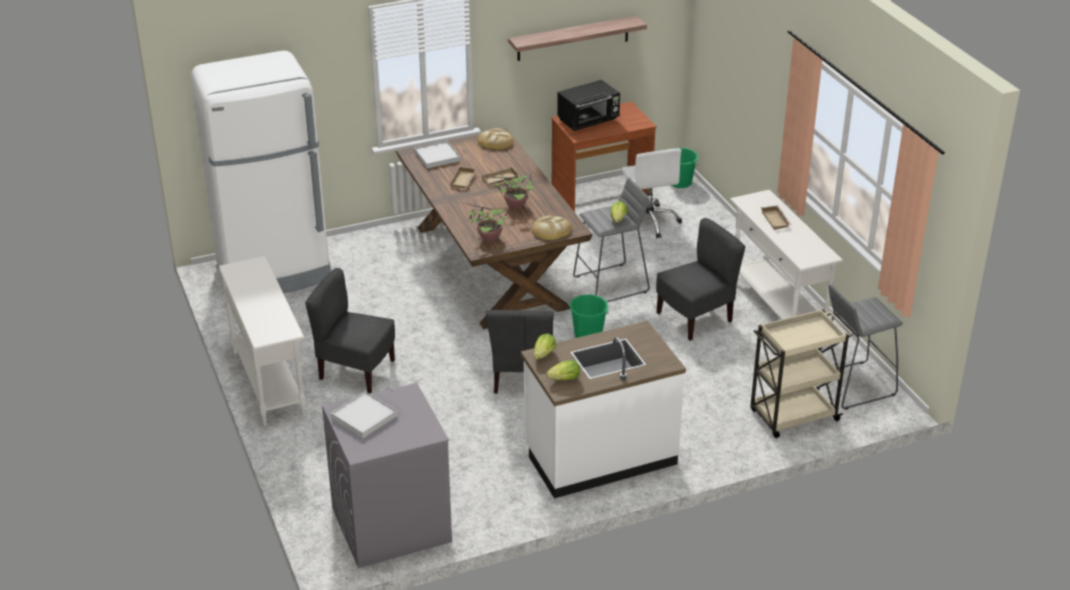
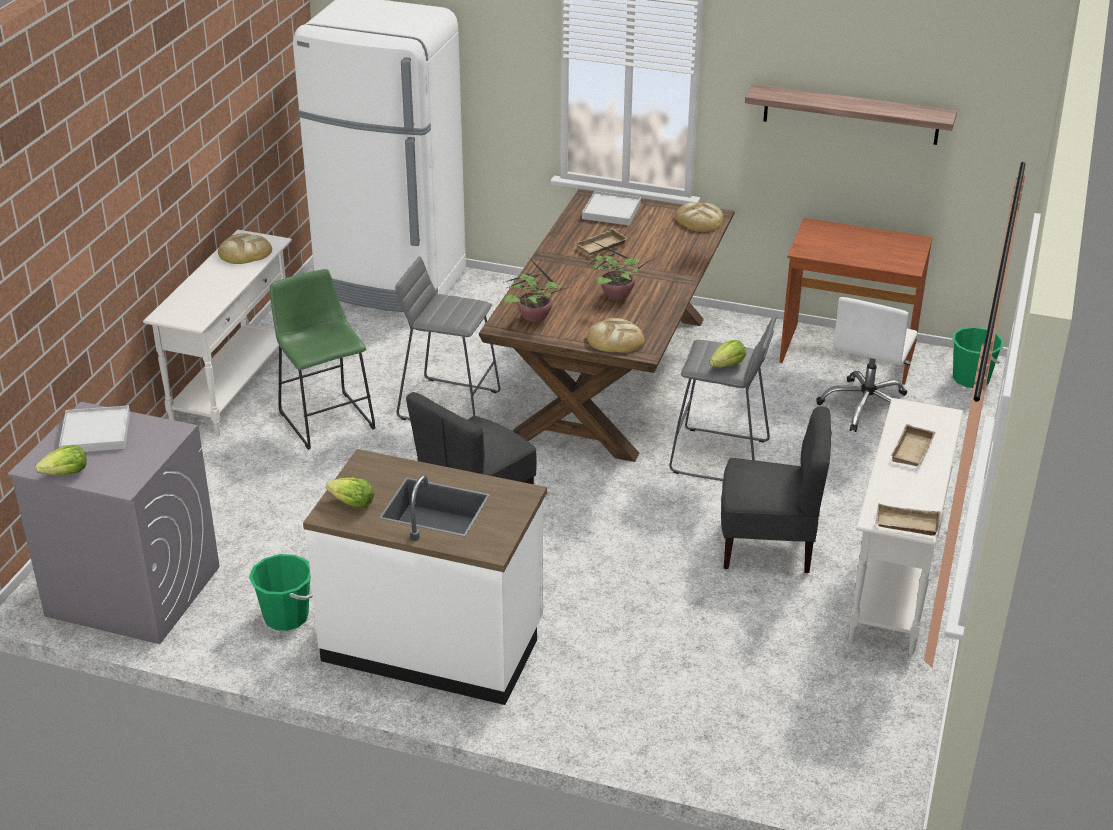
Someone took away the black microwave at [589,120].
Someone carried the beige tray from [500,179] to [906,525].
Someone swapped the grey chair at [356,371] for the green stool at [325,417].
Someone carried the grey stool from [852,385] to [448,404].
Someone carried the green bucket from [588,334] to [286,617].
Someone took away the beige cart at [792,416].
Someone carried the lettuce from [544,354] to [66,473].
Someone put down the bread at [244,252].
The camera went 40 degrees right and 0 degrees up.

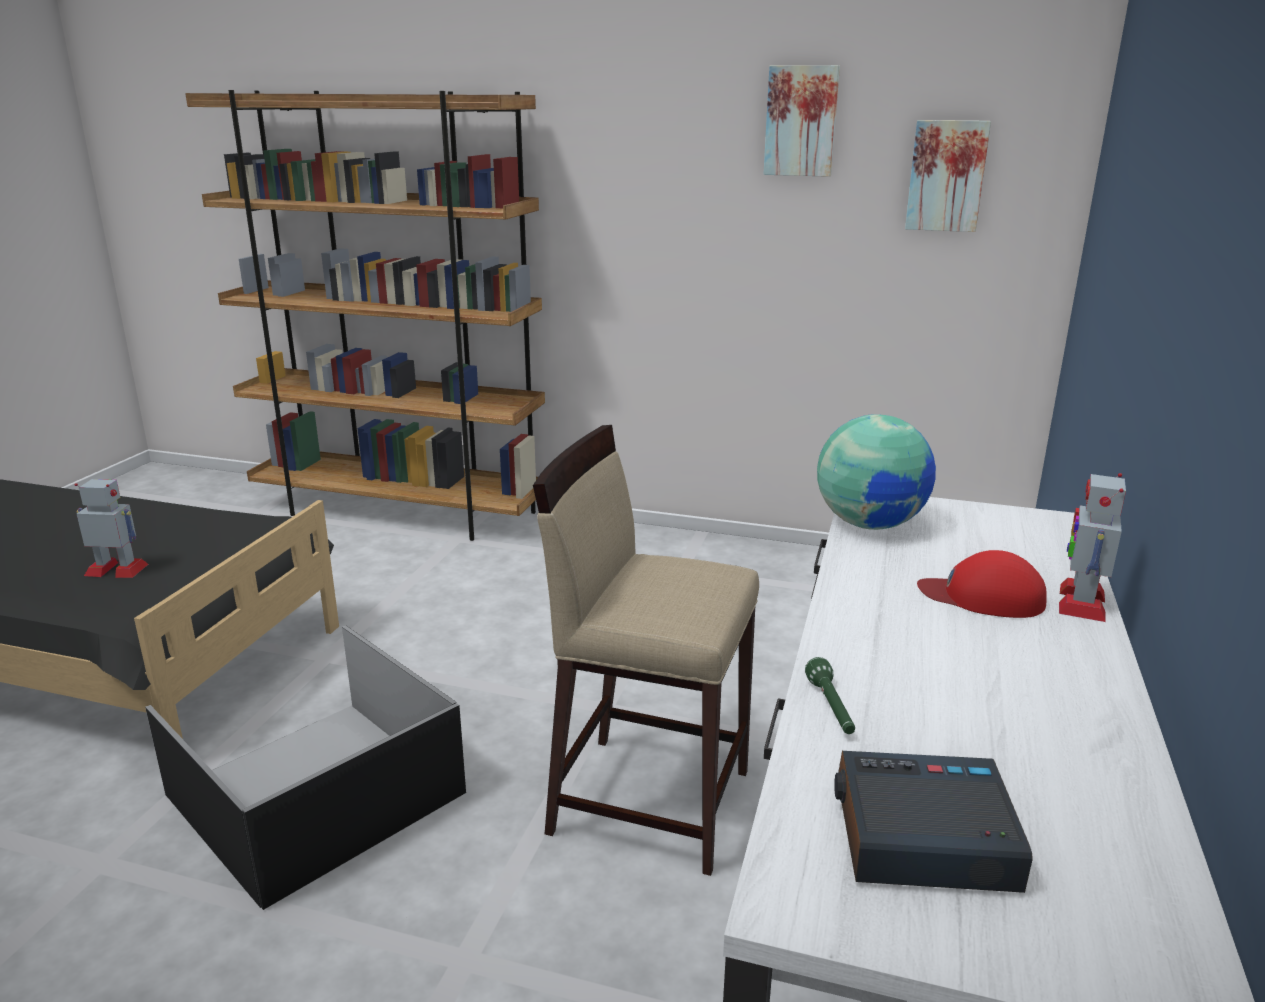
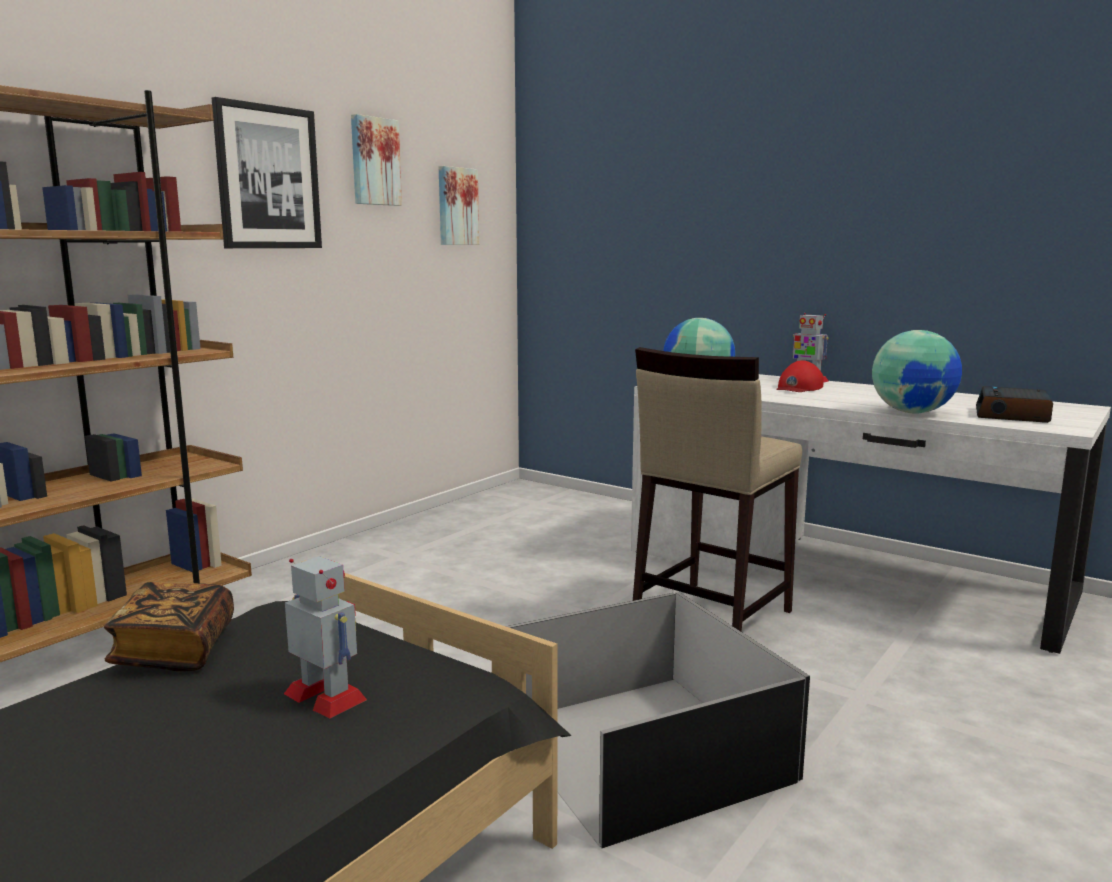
Someone rotated the toy robot at [117,570] by 105 degrees clockwise.
Someone swapped the green flashlight at [831,708] for the globe at [912,412].
Someone put up the picture at [268,177].
Someone put down the book at [175,650].
The camera went 70 degrees left and 10 degrees down.

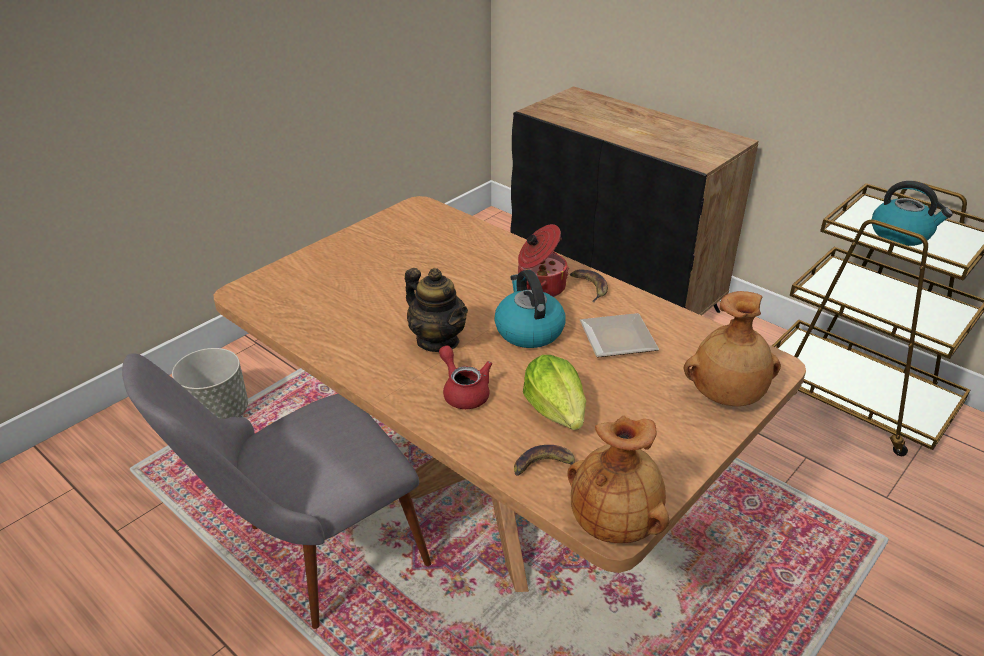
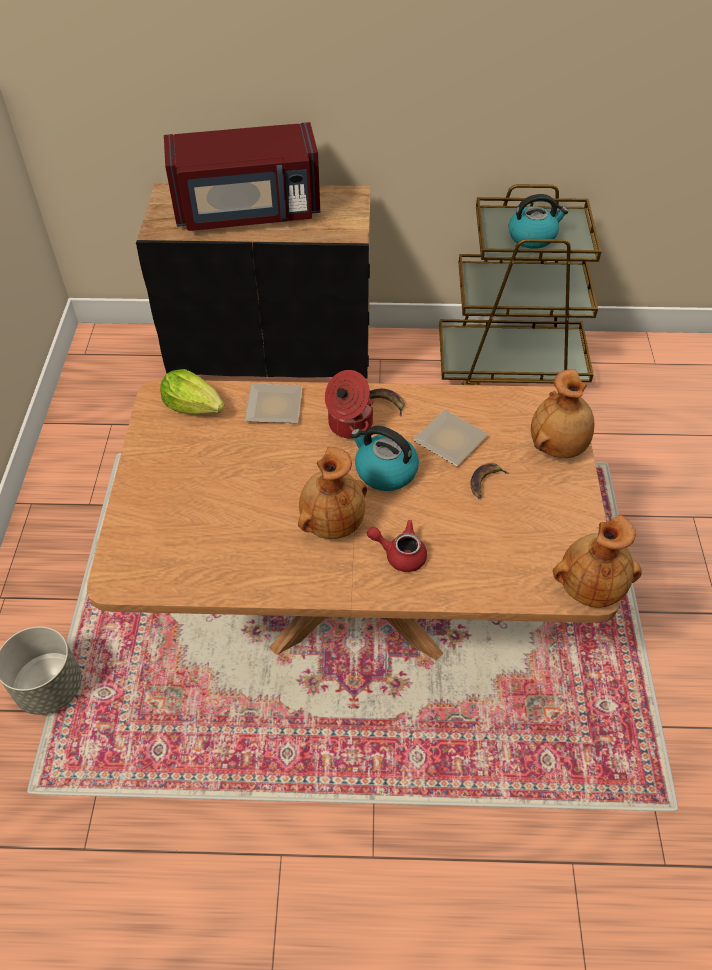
Someone swapped the teapot at [438,340] for the brown vase at [332,522].
Someone took away the grey chair at [310,561].
Someone carried the lettuce from [556,411] to [194,406].
Someone carried the banana from [544,466] to [485,482].
Someone put down the red microwave at [248,212].
Someone put down the plate at [276,405].
The camera went 40 degrees left and 15 degrees up.

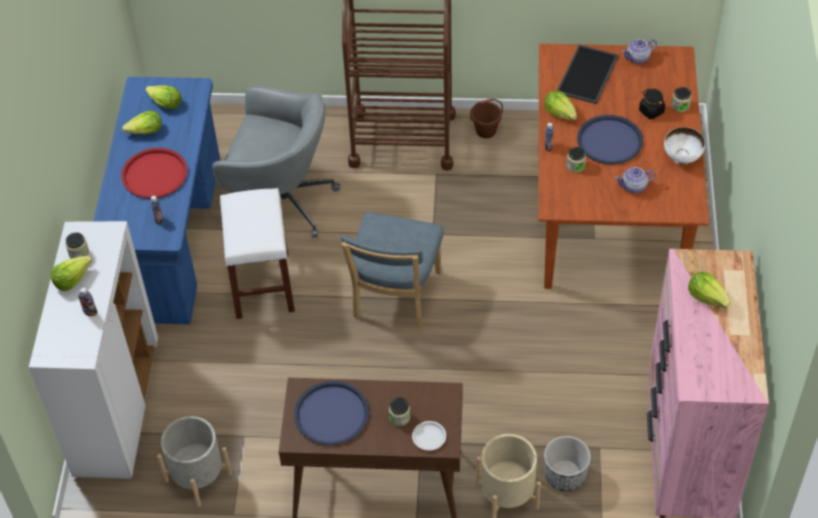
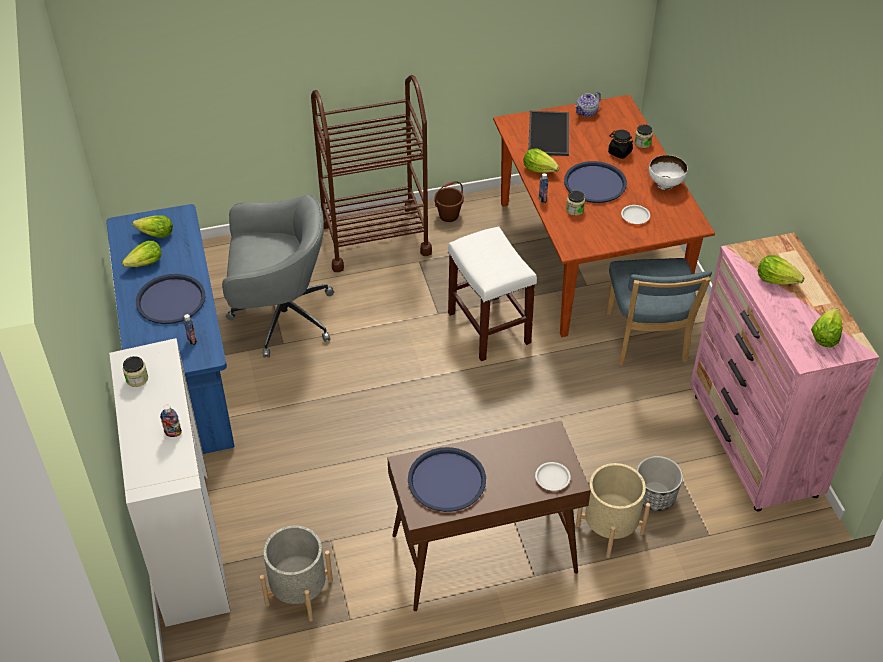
Someone repainted the red tray at [155,174], which became the blue tray at [171,300].
Someone swapped the teapot at [634,186] for the white plate at [635,216].
Someone carried the white stool from [262,284] to [488,327].
Someone carried the blue chair from [395,298] to [647,341].
Someone carried the lettuce from [72,279] to [825,335].
Someone took away the jar at [399,417].
The camera went 20 degrees left and 5 degrees down.

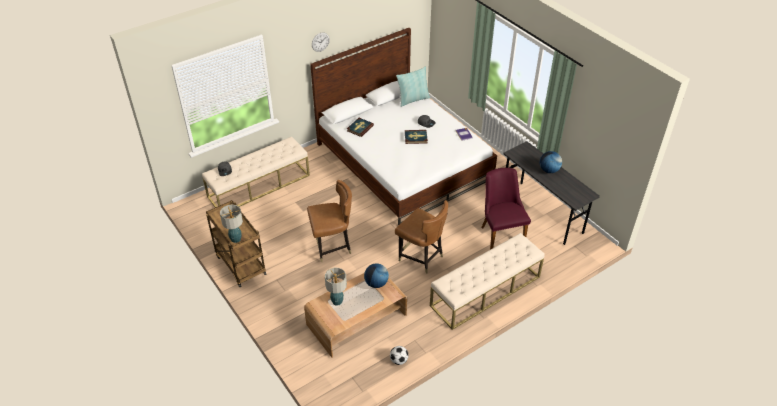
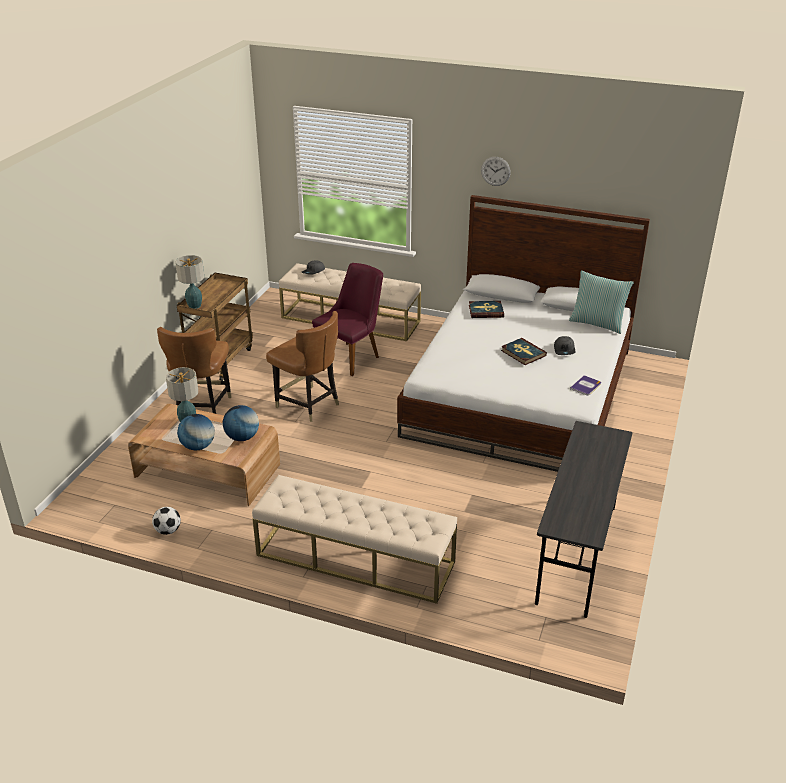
Someone carried the globe from [549,170] to [198,446].
Someone carried the purple chair from [500,232] to [352,356].
Someone carried the brown chair from [421,257] to [201,408].
The camera went 55 degrees right and 10 degrees down.

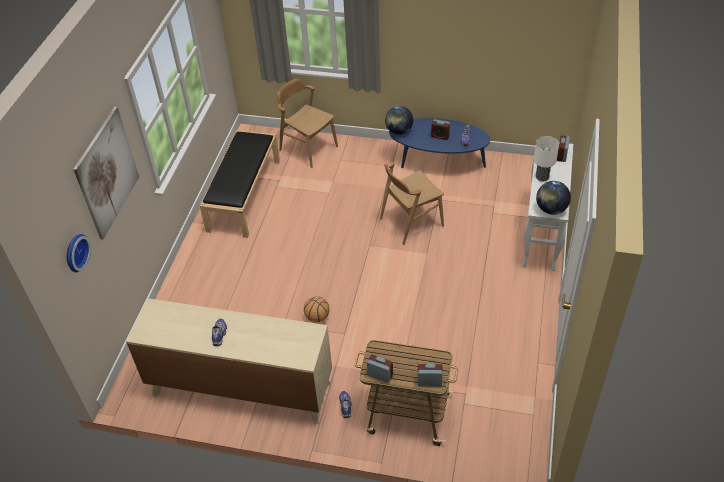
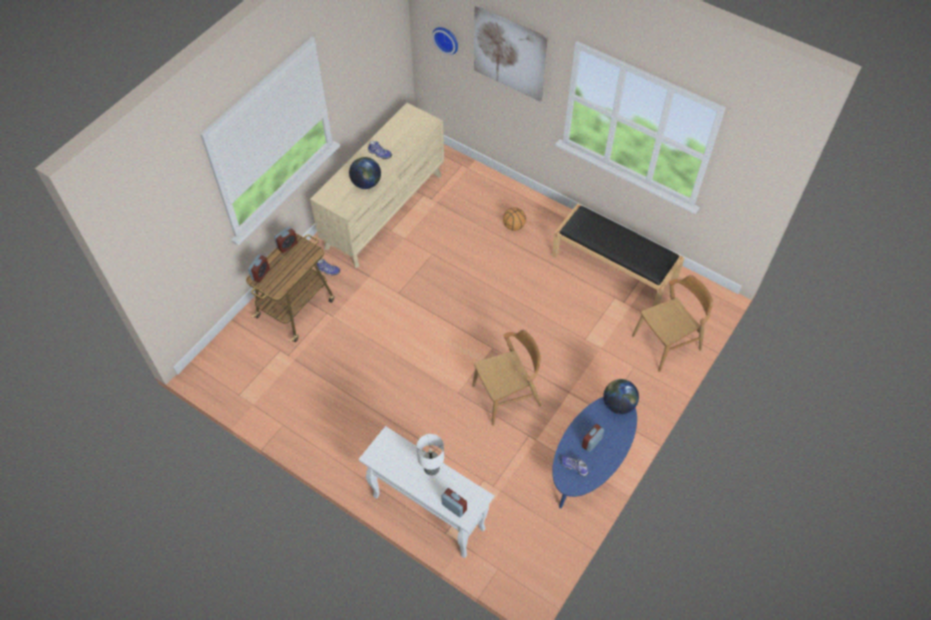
Someone rotated the brown chair at [411,222] by 75 degrees clockwise.
Someone carried the globe from [551,209] to [366,183].
Someone carried the basketball from [317,317] to [514,226].
The camera went 110 degrees right and 10 degrees up.

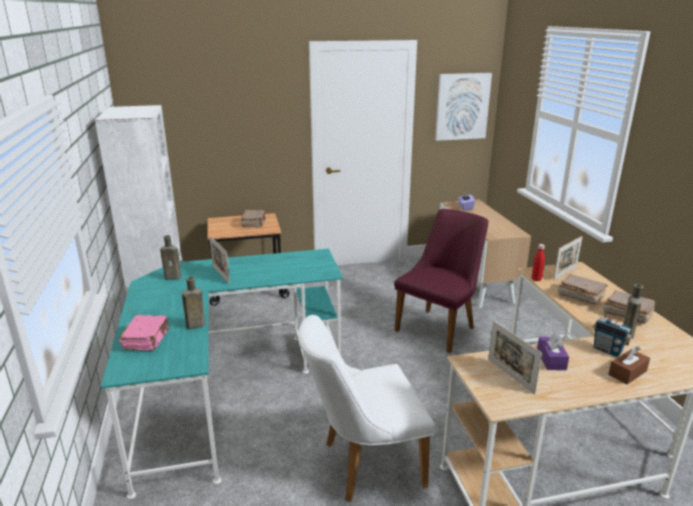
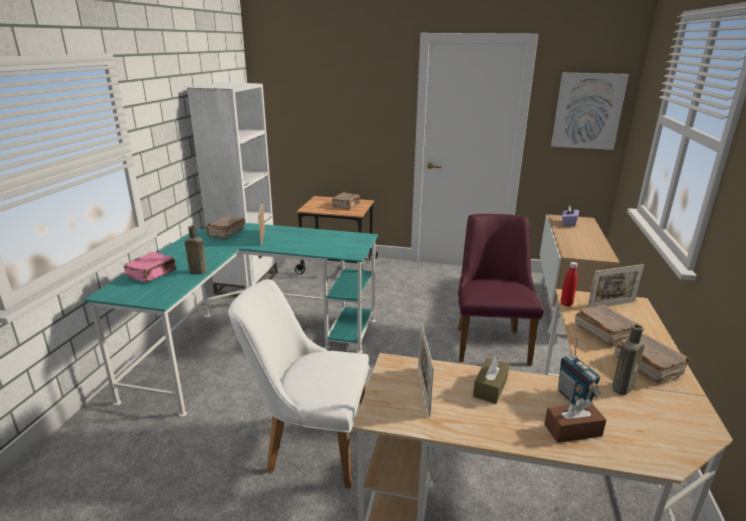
Someone rotated the purple chair at [440,326] by 60 degrees counterclockwise.
Someone swapped the brown bottle at [174,277] for the brown book at [226,233].
Someone repainted the purple tissue box at [551,359], which became the brown tissue box at [490,387].
The camera went 25 degrees right and 0 degrees up.

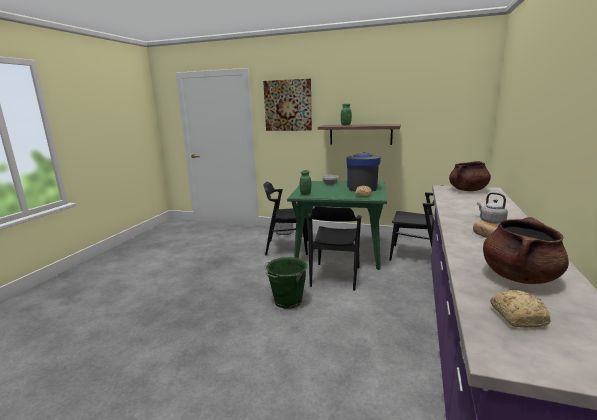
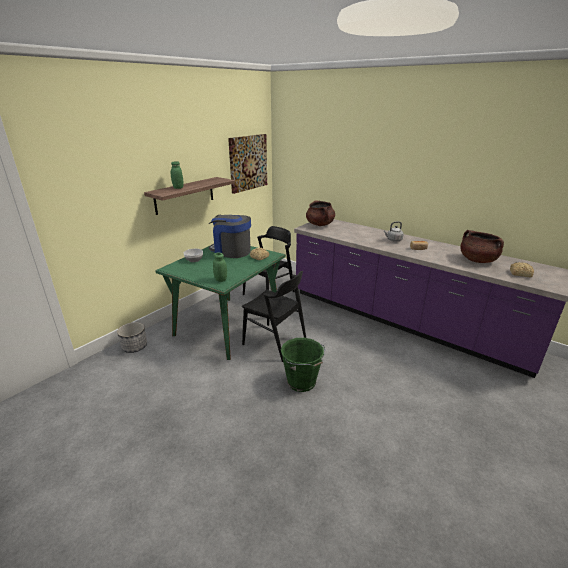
Someone carried the picture from [288,105] to [248,163].
Someone took away the black chair at [287,247].
The camera went 70 degrees left and 10 degrees up.

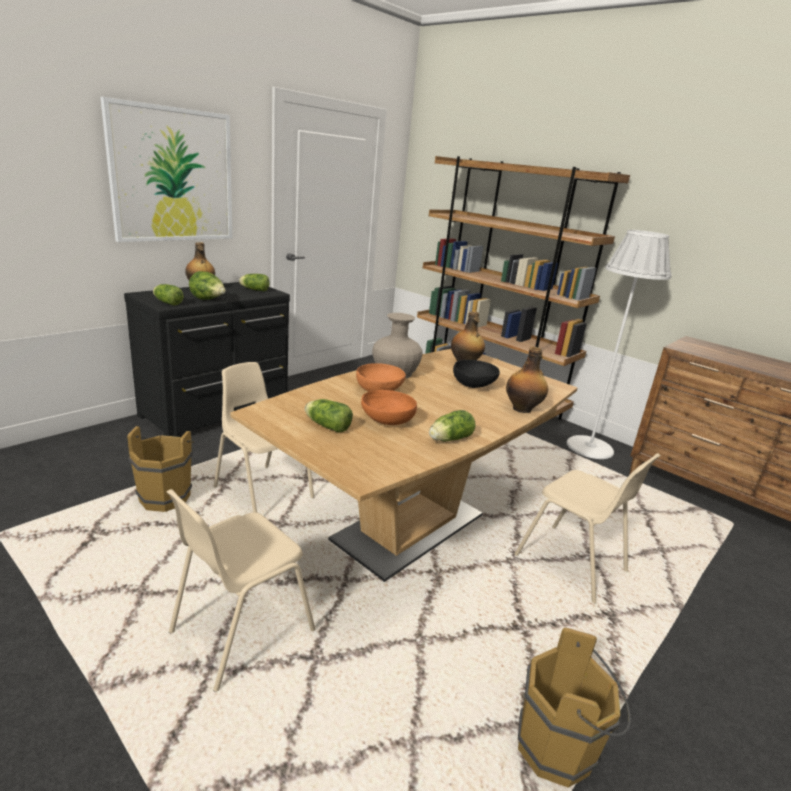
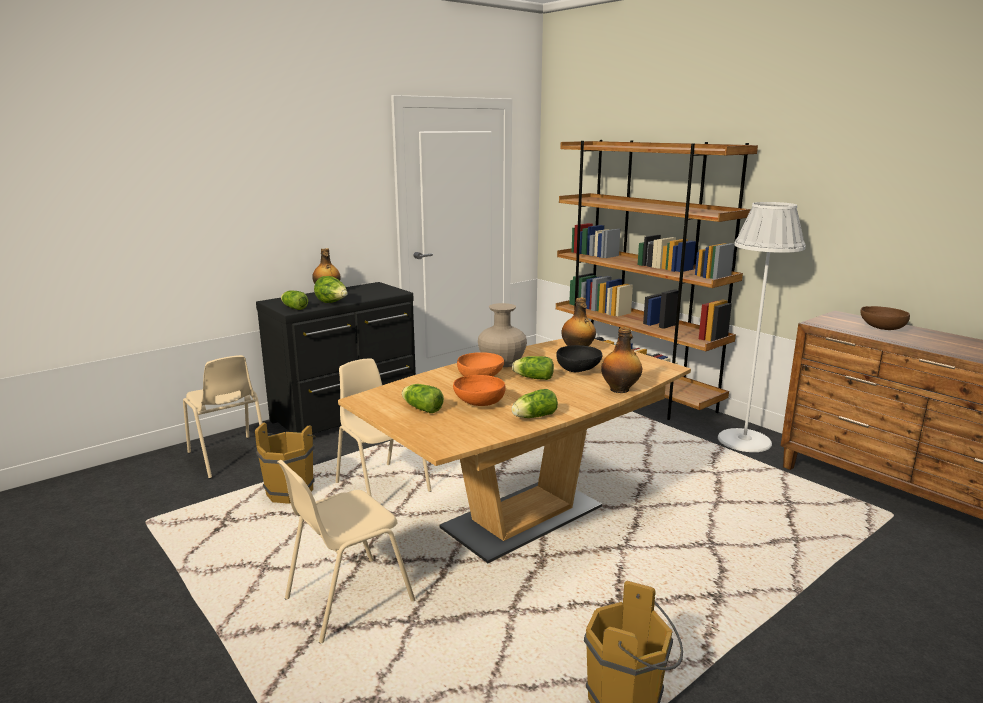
Someone took away the picture at [172,175].
Someone carried the lettuce from [254,289] to [532,378].
Someone carried the beige chair from [571,564] to [228,457].
Someone put down the brown bowl at [881,328].
The camera went 10 degrees right and 5 degrees down.

